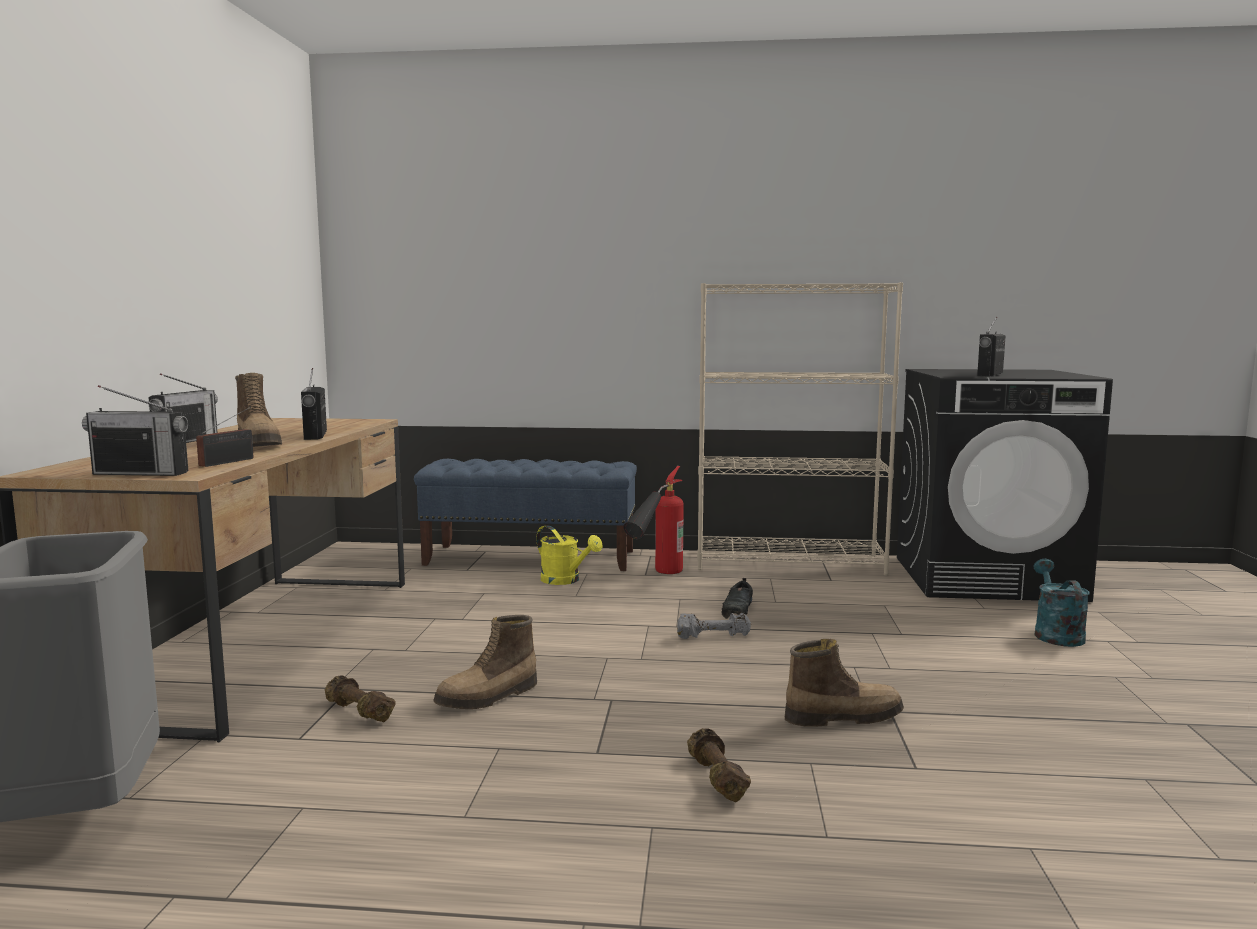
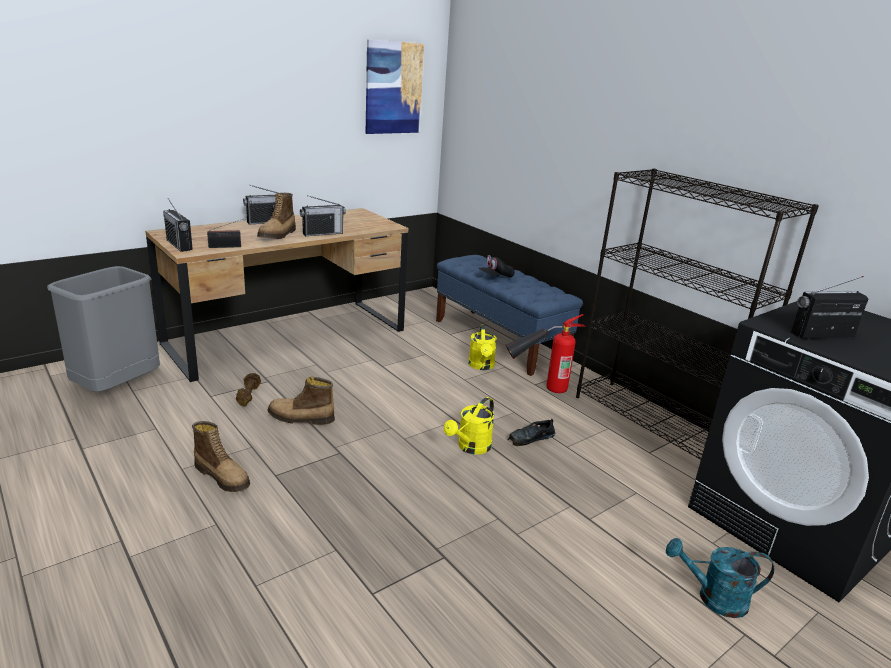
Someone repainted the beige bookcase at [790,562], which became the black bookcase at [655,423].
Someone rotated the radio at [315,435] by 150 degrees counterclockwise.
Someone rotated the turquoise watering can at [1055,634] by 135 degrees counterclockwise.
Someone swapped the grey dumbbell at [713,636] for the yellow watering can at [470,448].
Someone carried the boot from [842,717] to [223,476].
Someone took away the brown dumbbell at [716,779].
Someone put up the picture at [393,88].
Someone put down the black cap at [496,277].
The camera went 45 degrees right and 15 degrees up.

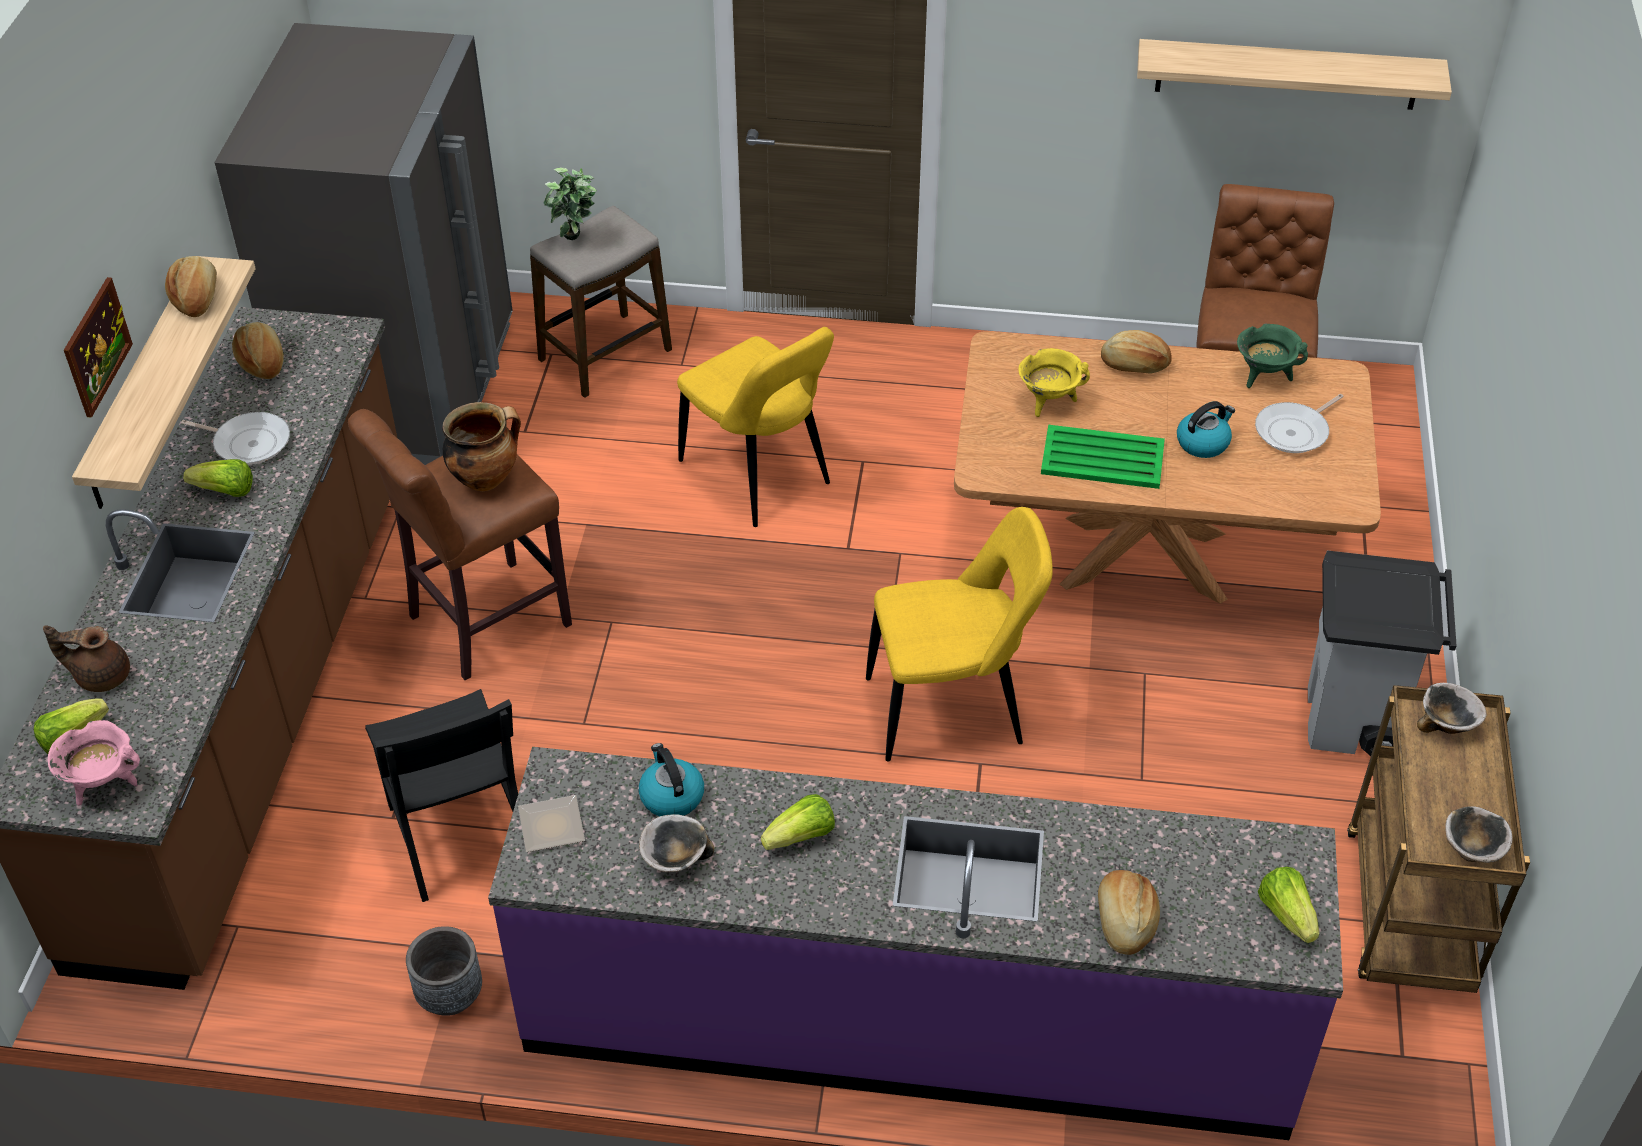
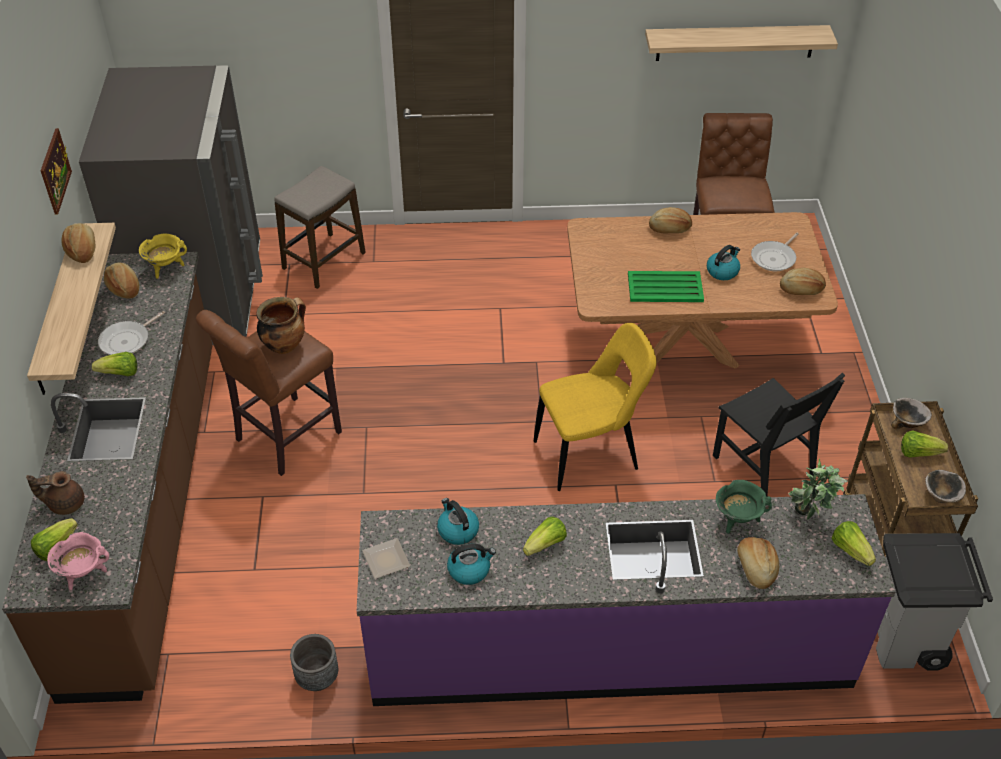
Someone carried the potted plant from [575,242] to [809,517].
Someone carried the picture from [96,346] to [55,171].
Someone carried the green cooking pot from [1264,376] to [737,520].
Someone took away the yellow chair at [759,477].
Someone carried the yellow cooking pot from [1048,402] to [166,268].
Someone rotated the frying pan at [248,443] by 120 degrees clockwise.
Someone carried the grey trash can from [1354,721] to [906,641].
Someone carried the black chair from [459,834] to [763,466].
Someone swapped the bowl at [674,859] for the kettle at [469,570].
Someone put down the bread at [801,289].
Someone put down the lettuce at [918,452].
The camera went 10 degrees left and 0 degrees up.

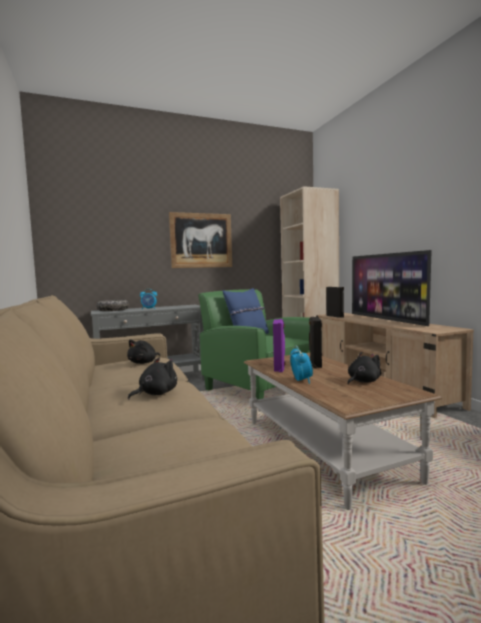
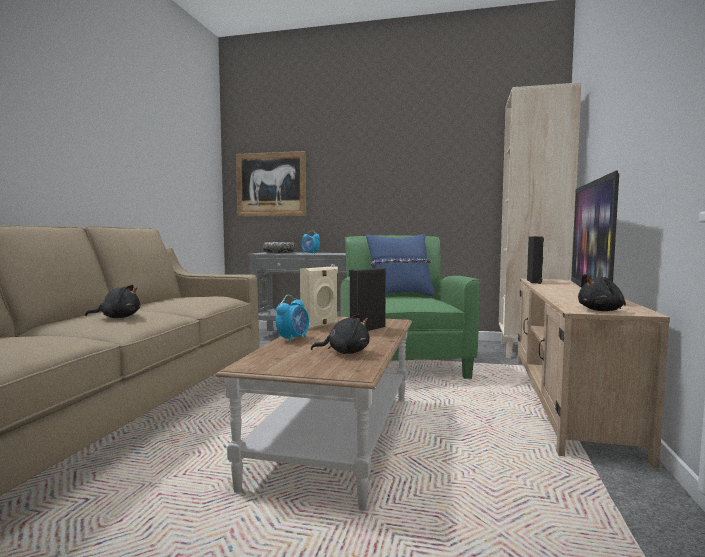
Someone carried the picture from [201,240] to [271,184].
Someone repainted the purple speaker at [280,367], which became the beige speaker at [320,326].
Someone carried the black plush toy from [144,363] to [602,310].
The camera went 35 degrees right and 0 degrees up.

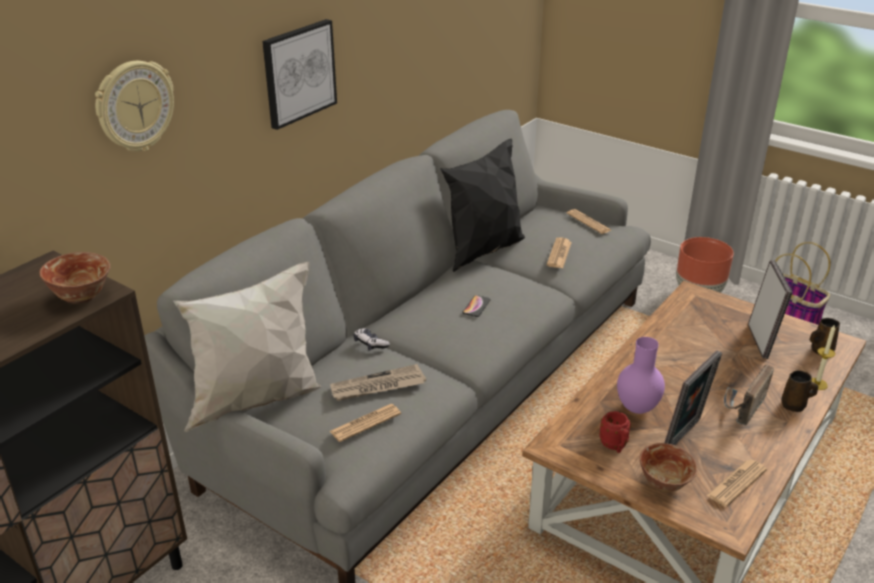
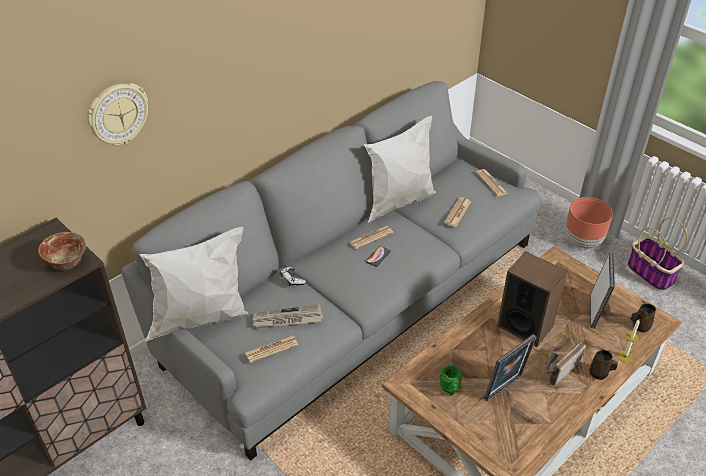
Someone took away the picture at [298,73].
Someone repainted the black pillow at [483,251], which became the white pillow at [399,202].
Someone took away the purple vase at [636,408].
Someone repainted the red mug at [615,446], which became the green mug at [450,390].
Someone took away the bowl at [664,483].
Someone carried the newspaper from [736,483] to [371,237].
Someone put down the speaker at [525,325].
The camera went 10 degrees right and 10 degrees up.

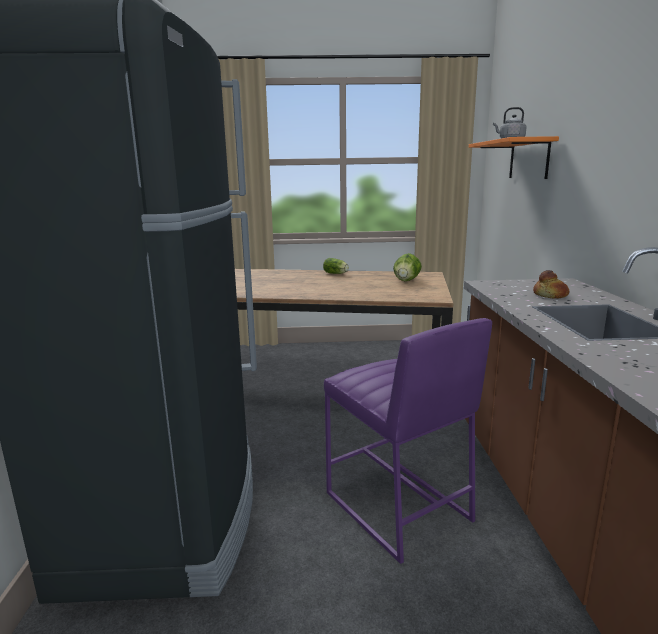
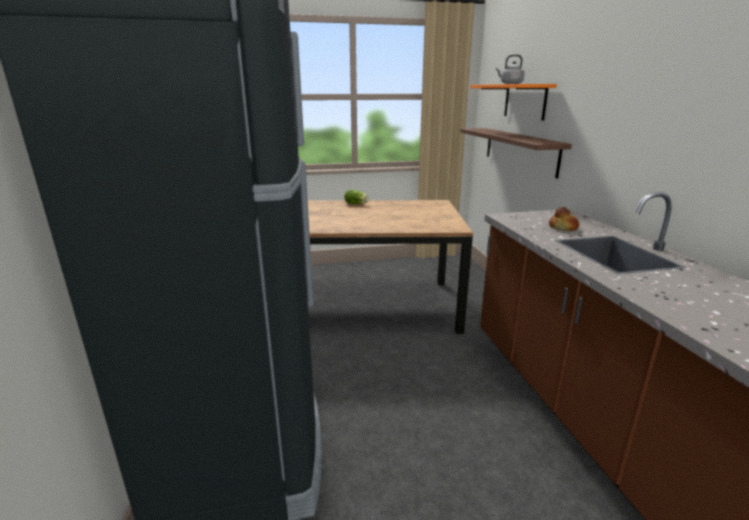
Someone took away the lettuce at [406,280].
Someone took away the purple stool at [397,507].
Someone put up the shelf at [519,150].
The camera went 10 degrees left and 5 degrees up.

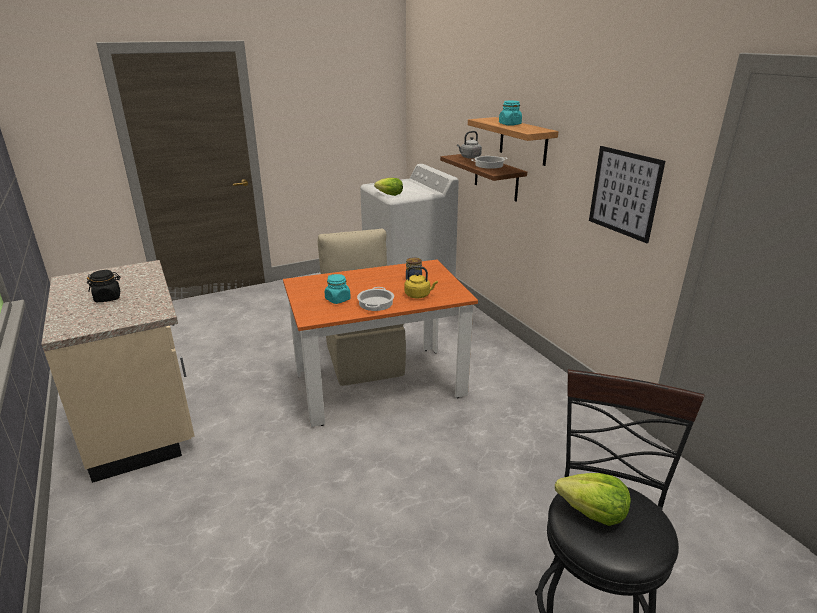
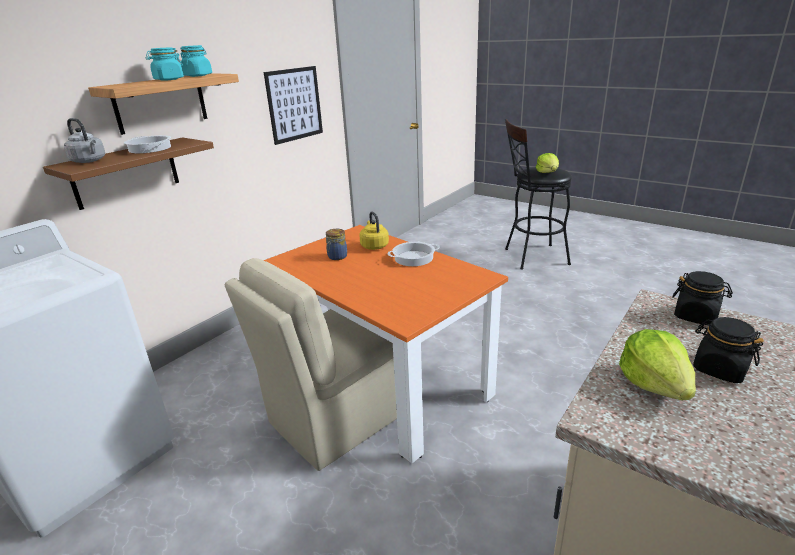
Someone carried the lettuce from [389,194] to [654,383].
Someone carried the turquoise jar from [338,299] to [198,75].
Someone put down the black jar at [695,316].
The camera went 115 degrees left and 0 degrees up.

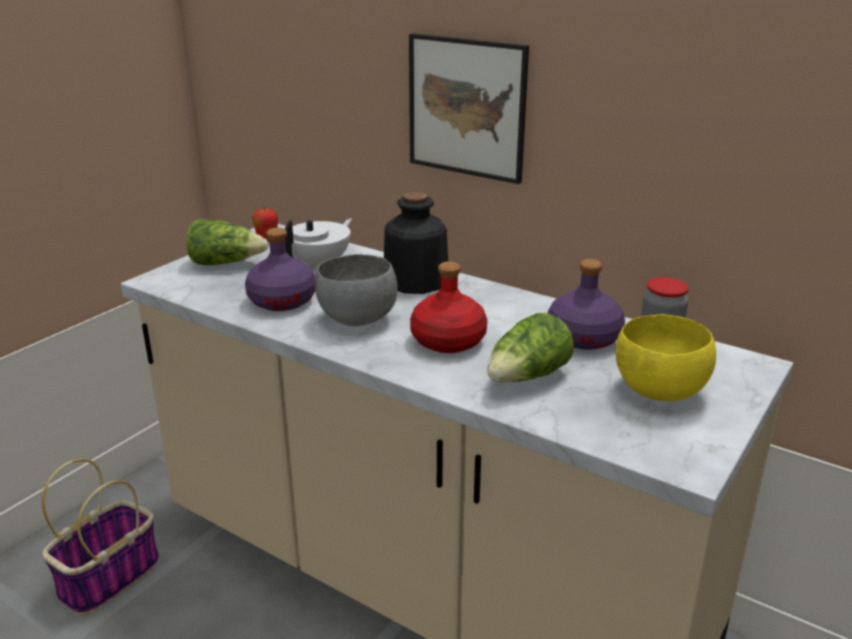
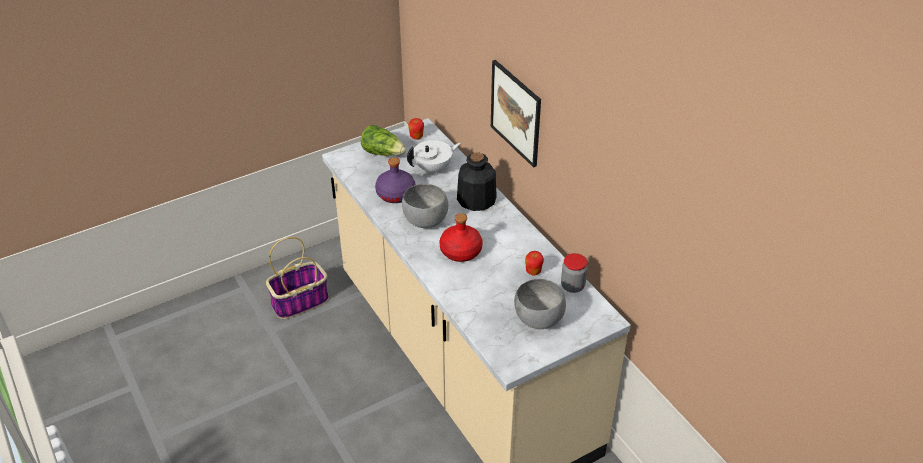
Someone swapped the purple bottle at [584,338] for the apple at [533,272].
Someone took away the lettuce at [528,377].
Someone repainted the yellow bowl at [658,392], which became the grey bowl at [537,320].
The camera went 25 degrees right and 15 degrees up.

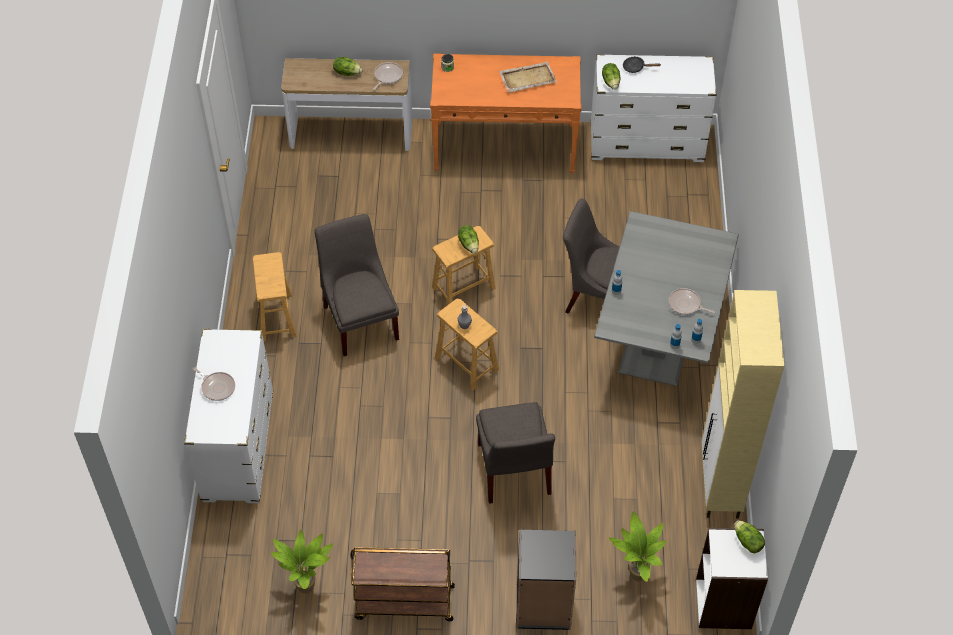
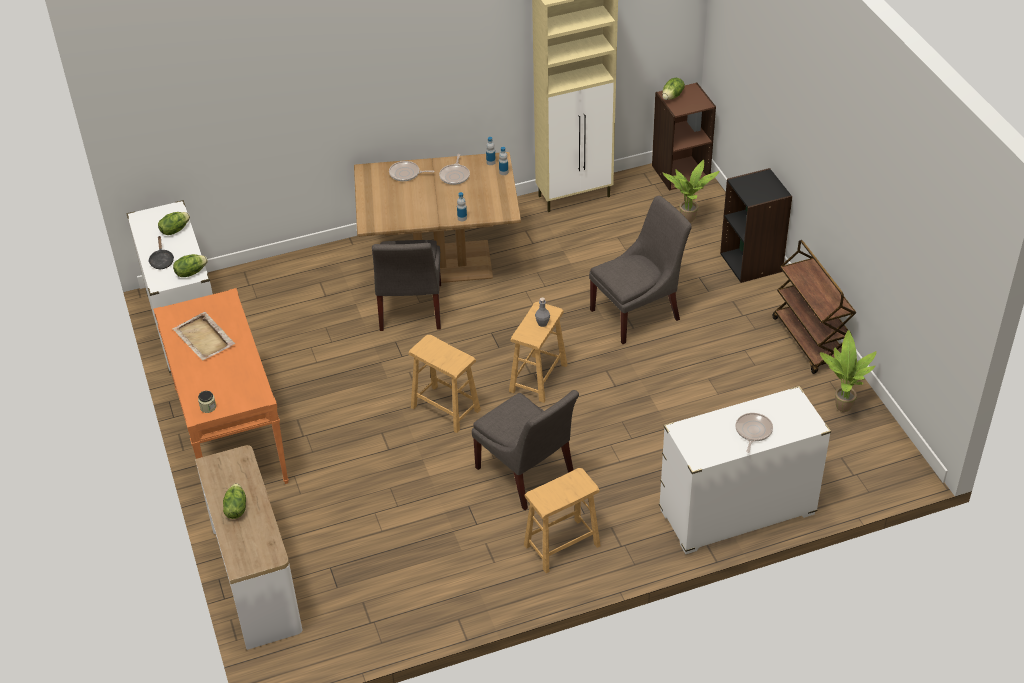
Someone carried the frying pan from [387,76] to [406,174].
Someone repainted the grey dining table at [659,339], which became the brown dining table at [440,262].
Someone rotated the grey chair at [360,319] by 90 degrees counterclockwise.
Someone carried the lettuce from [469,244] to [174,230].
Someone repainted the white bookcase at [724,604], which became the brown bookcase at [680,172].
The camera went 110 degrees left and 10 degrees down.

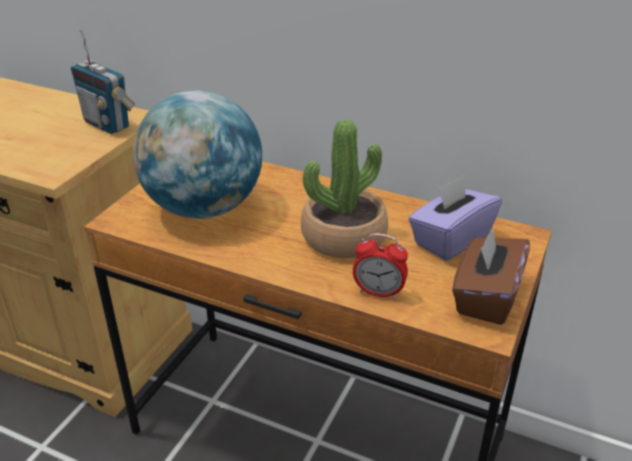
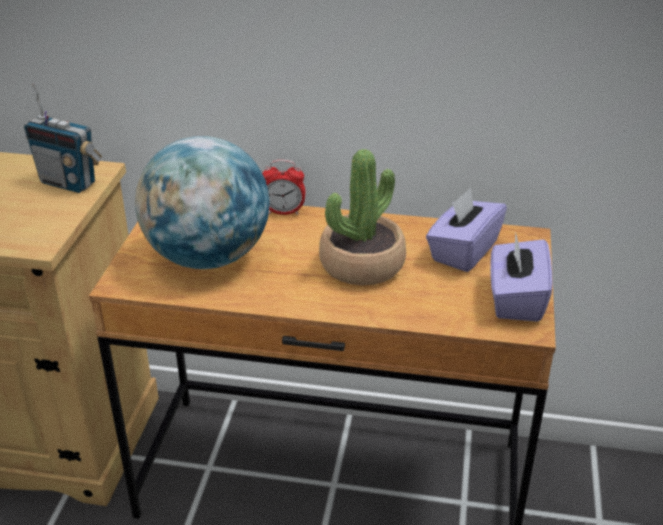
Someone repainted the brown tissue box at [485,297], which became the purple tissue box at [515,299].
Someone carried the alarm clock from [378,292] to [284,212].
The camera went 15 degrees left and 0 degrees up.

